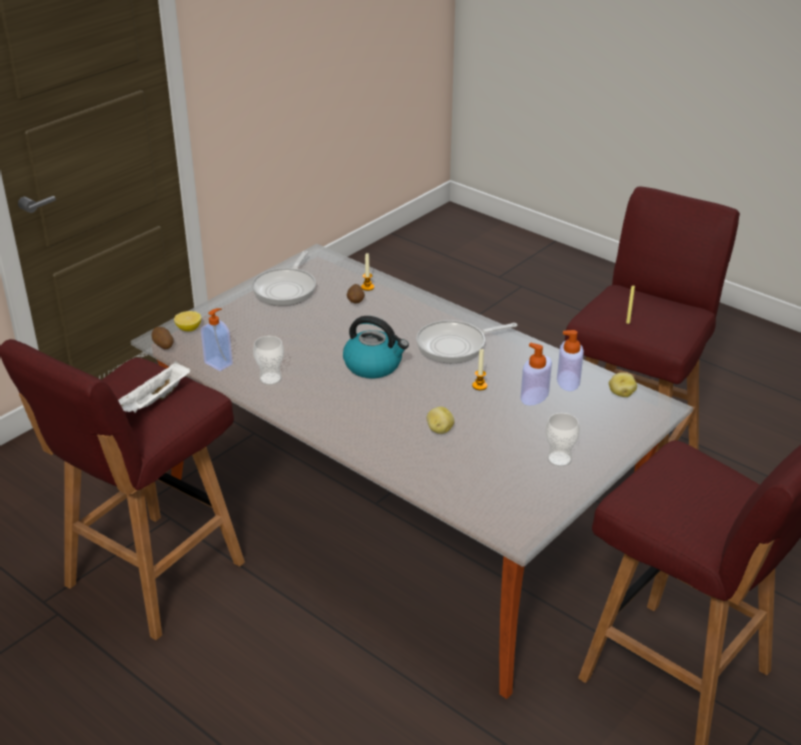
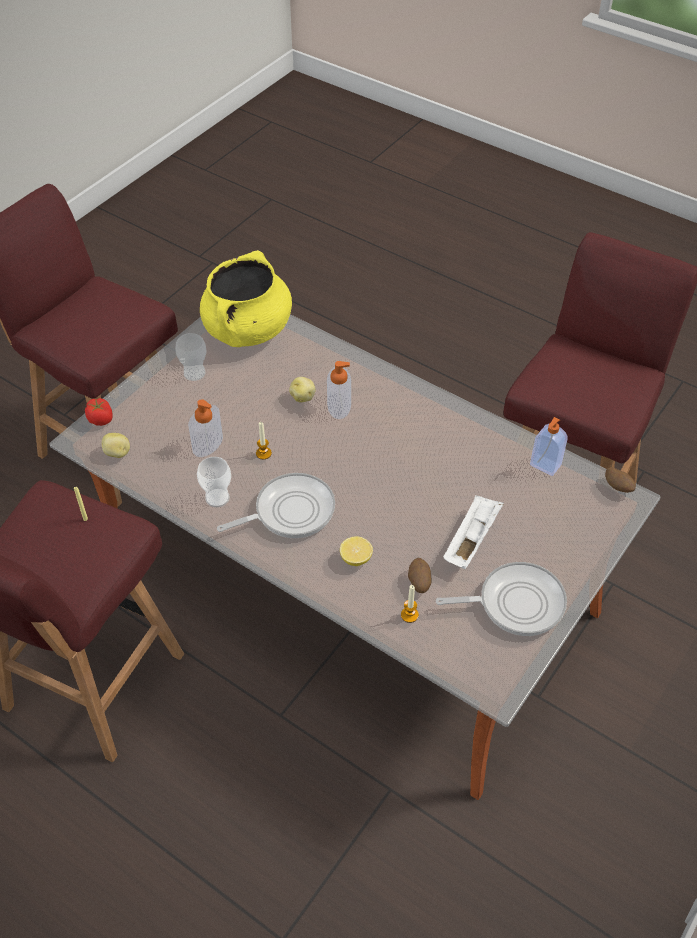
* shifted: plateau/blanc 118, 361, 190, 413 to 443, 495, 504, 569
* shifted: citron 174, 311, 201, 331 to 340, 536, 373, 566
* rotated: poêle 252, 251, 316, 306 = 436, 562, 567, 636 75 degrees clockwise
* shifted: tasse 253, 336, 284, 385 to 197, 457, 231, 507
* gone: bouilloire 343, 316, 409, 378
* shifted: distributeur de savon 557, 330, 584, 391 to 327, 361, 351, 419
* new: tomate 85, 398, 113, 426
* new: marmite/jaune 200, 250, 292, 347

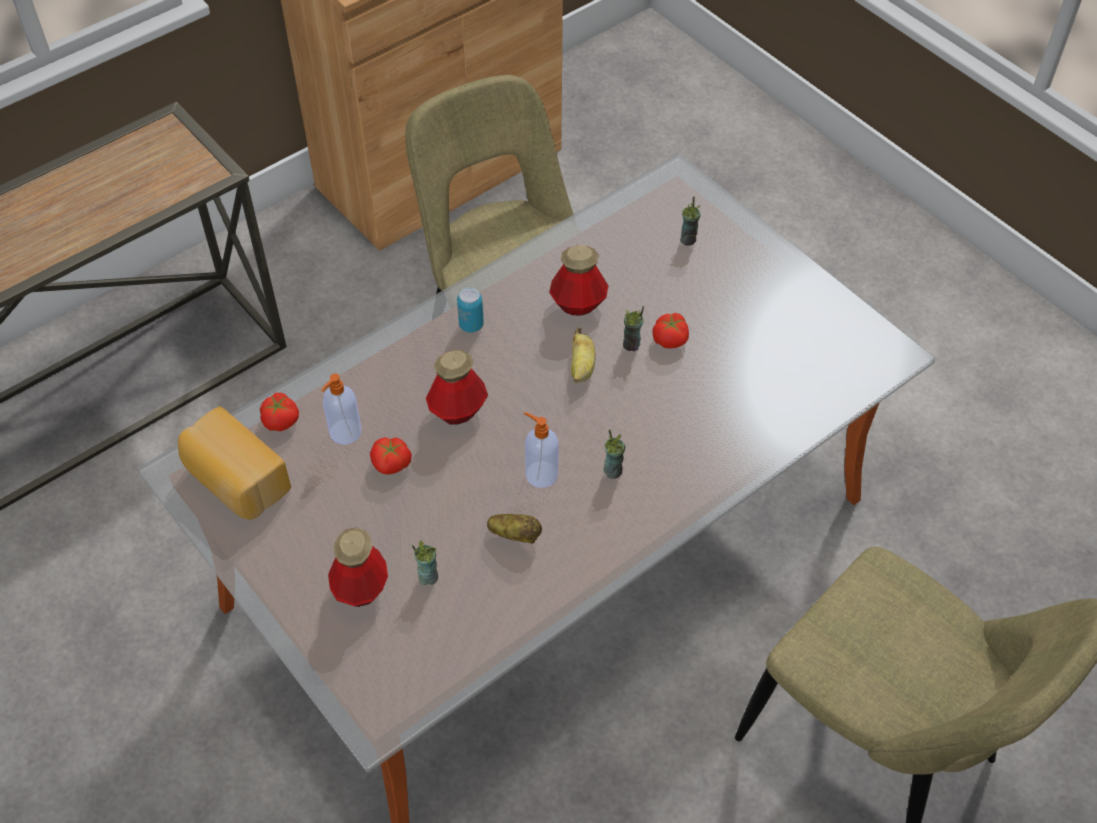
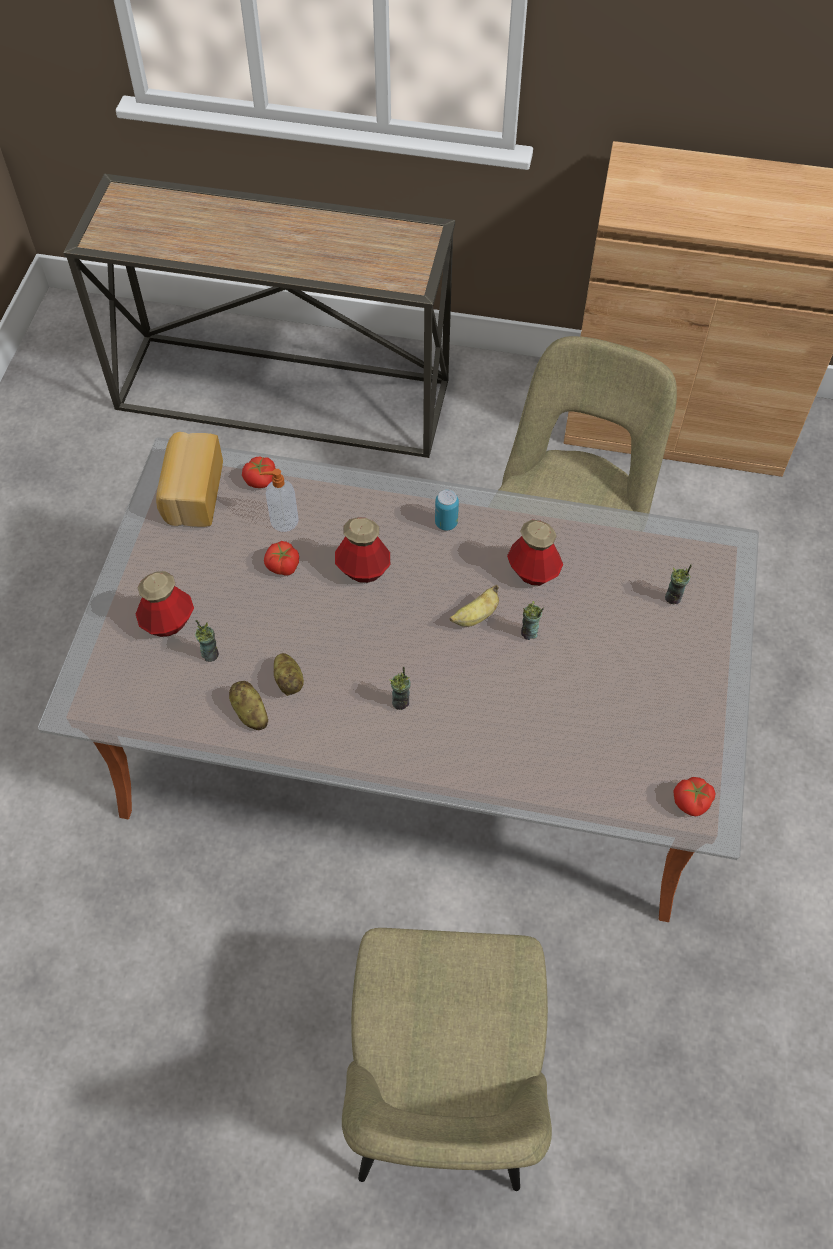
* gone: distributeur de savon 524, 412, 559, 488
* shifted: tomate 652, 313, 689, 349 to 673, 777, 715, 816
* new: pomme de terre 229, 681, 268, 730

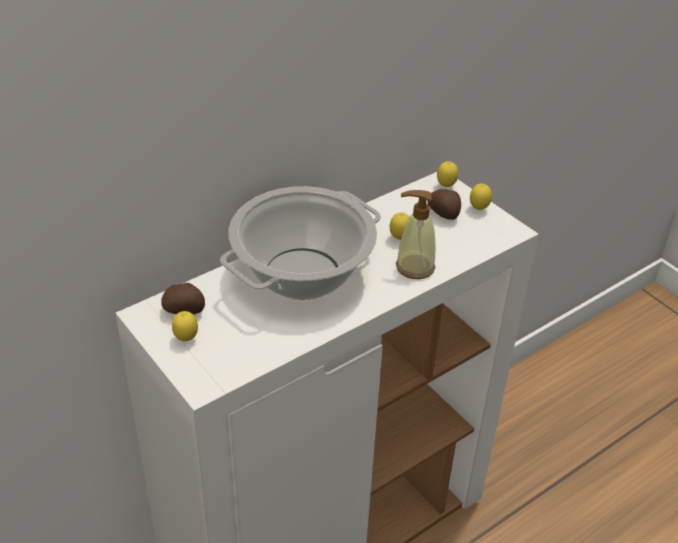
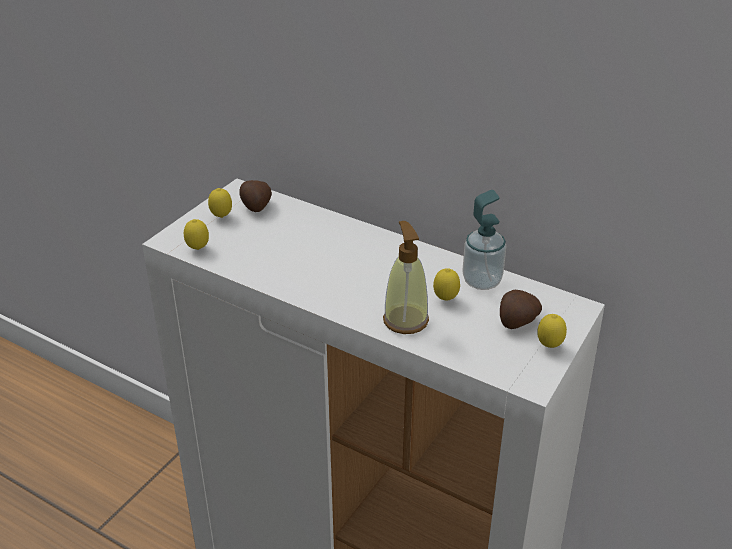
* gone: marmite 220, 186, 381, 300
* shifted: citron 437, 161, 458, 187 to 184, 219, 209, 250
* new: distributeur de savon 462, 190, 506, 290

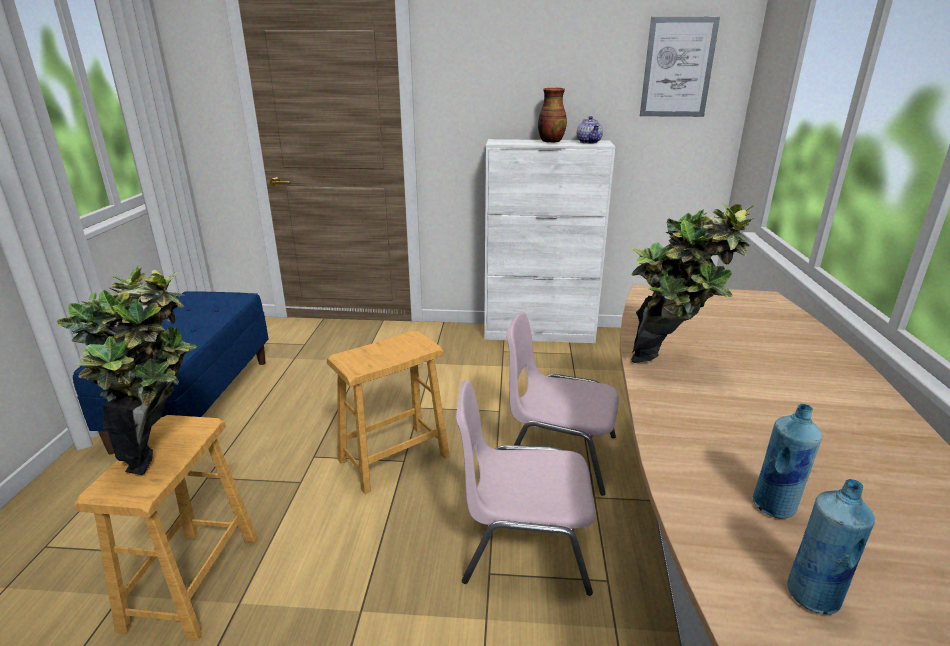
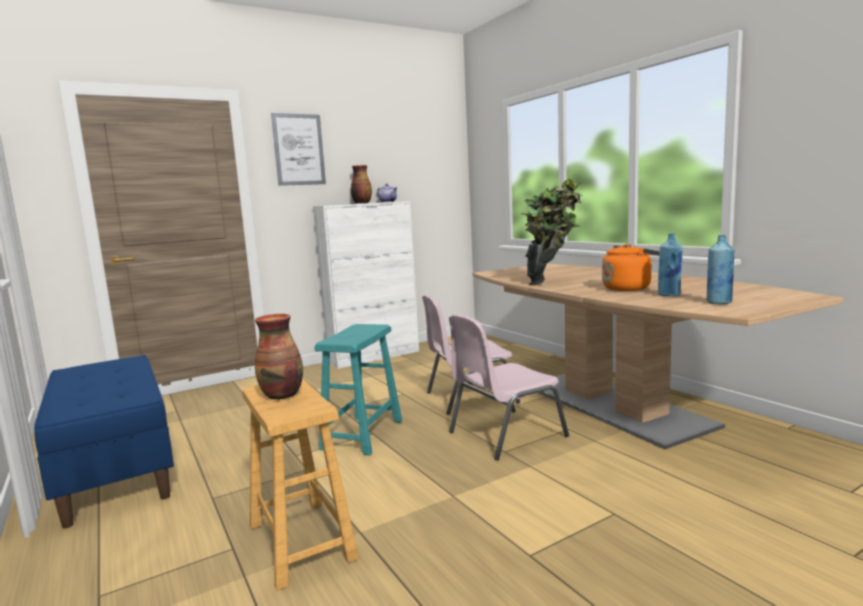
* swapped: plante en pot 56, 265, 197, 475 to vase 255, 314, 303, 400
* repainted: tabouret/marron 327, 331, 450, 494 to tabouret/turquoise 314, 324, 402, 456
* shifted: tableau 640, 17, 720, 117 to 271, 113, 326, 186
* new: bouilloire/orange 602, 244, 659, 291

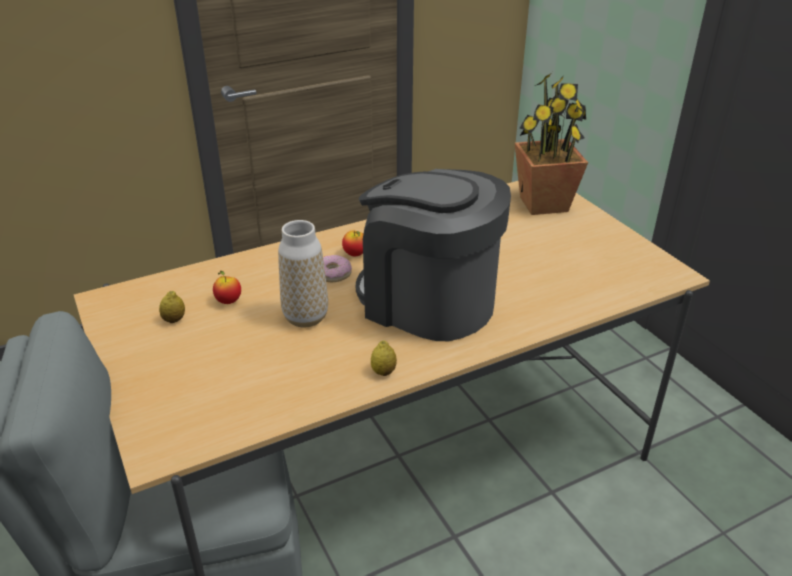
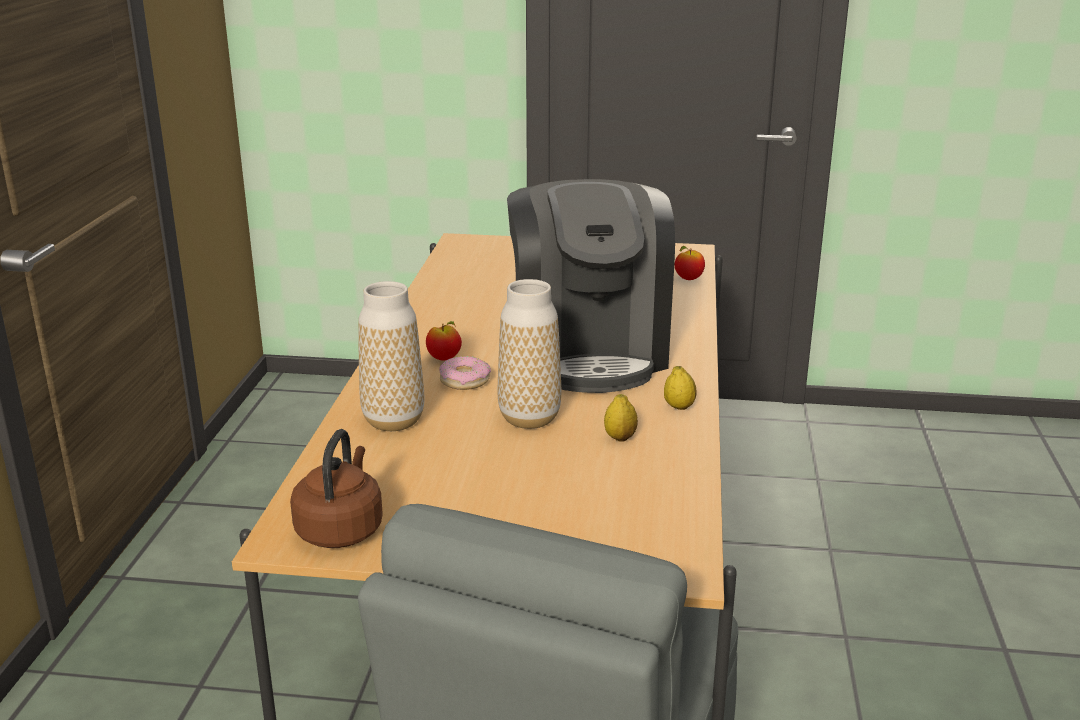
* shifted: citron 159, 291, 185, 323 to 604, 394, 638, 442
* shifted: pomme 213, 271, 241, 304 to 675, 246, 705, 280
* rotated: machine à café 356, 169, 511, 341 = 507, 179, 675, 393 75 degrees counterclockwise
* gone: plante en pot 515, 72, 588, 215
* new: bouilloire/marron 290, 429, 383, 548
* new: vase 358, 281, 424, 431

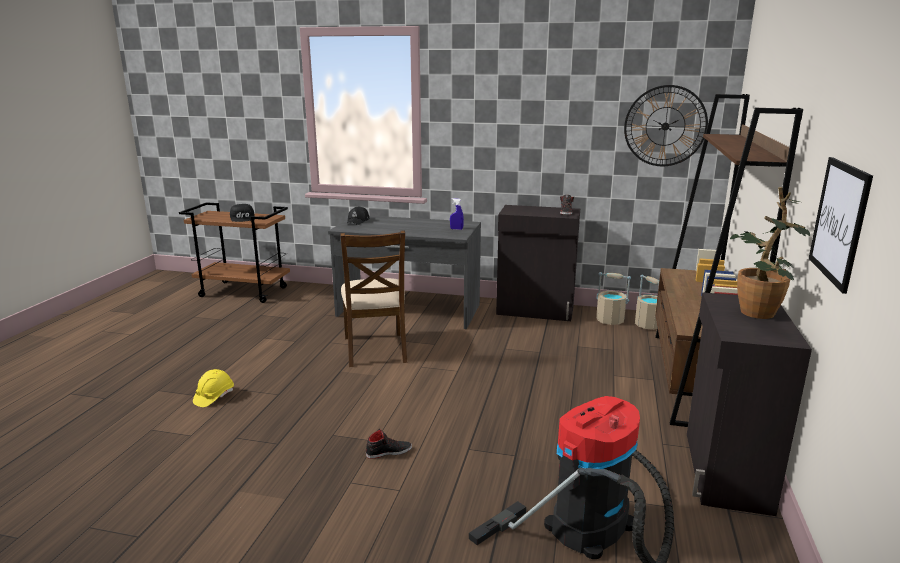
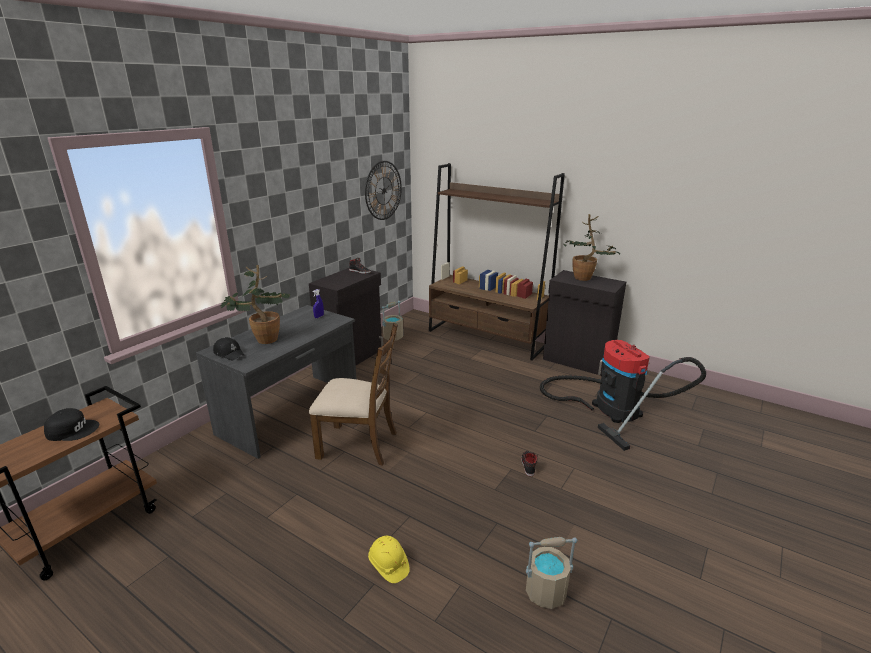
* shifted: seau/beige 635, 274, 659, 330 to 526, 537, 577, 609
* gone: tableau 809, 157, 873, 294
* new: plante en pot 221, 265, 290, 344

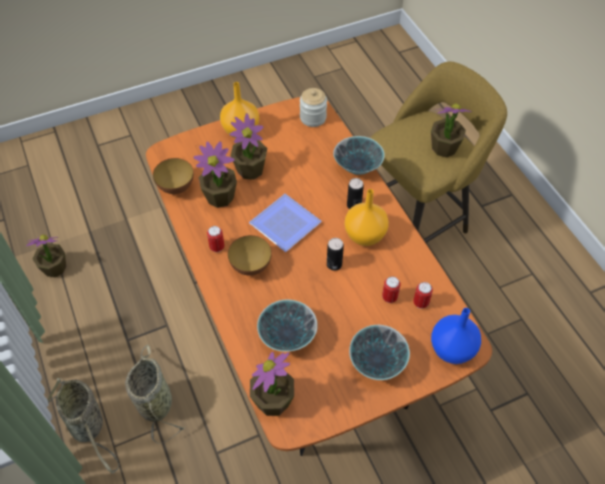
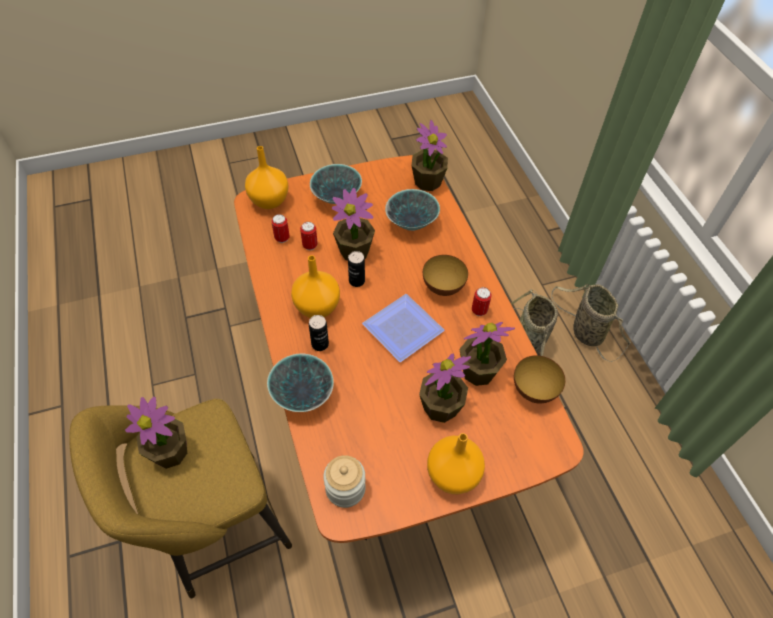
* shifted: plante en pot 26, 235, 66, 277 to 332, 188, 375, 261
* repainted: vase/bleu 431, 308, 481, 364 to vase/orange 245, 146, 289, 209

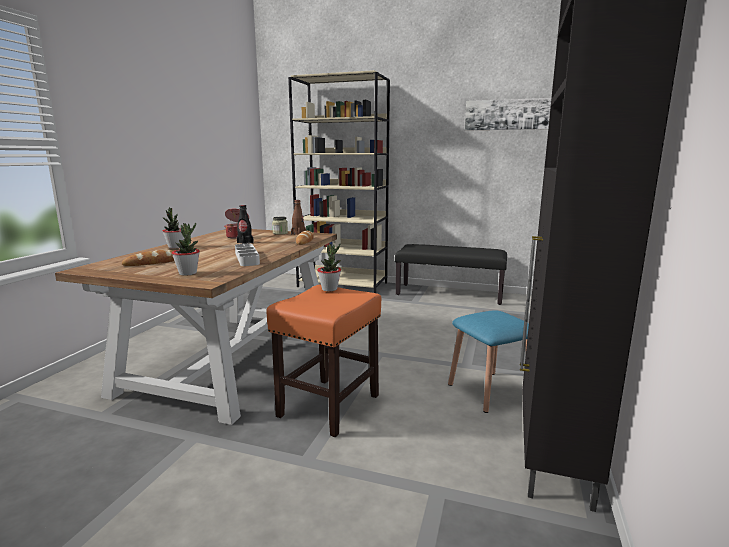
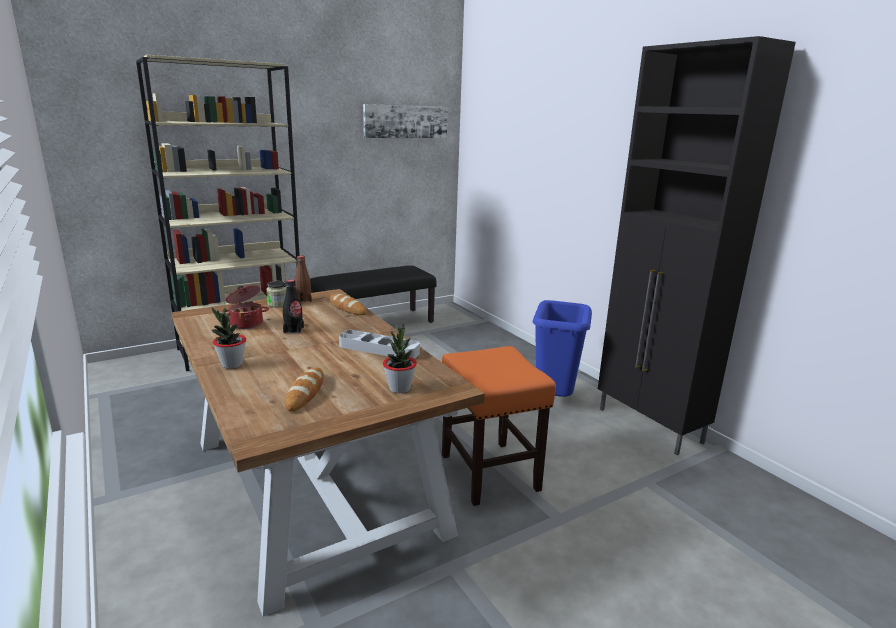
* gone: plante en pot 317, 244, 341, 291
* swapped: tabouret/bleu 448, 310, 529, 413 to poubelle/bleu 532, 300, 592, 397

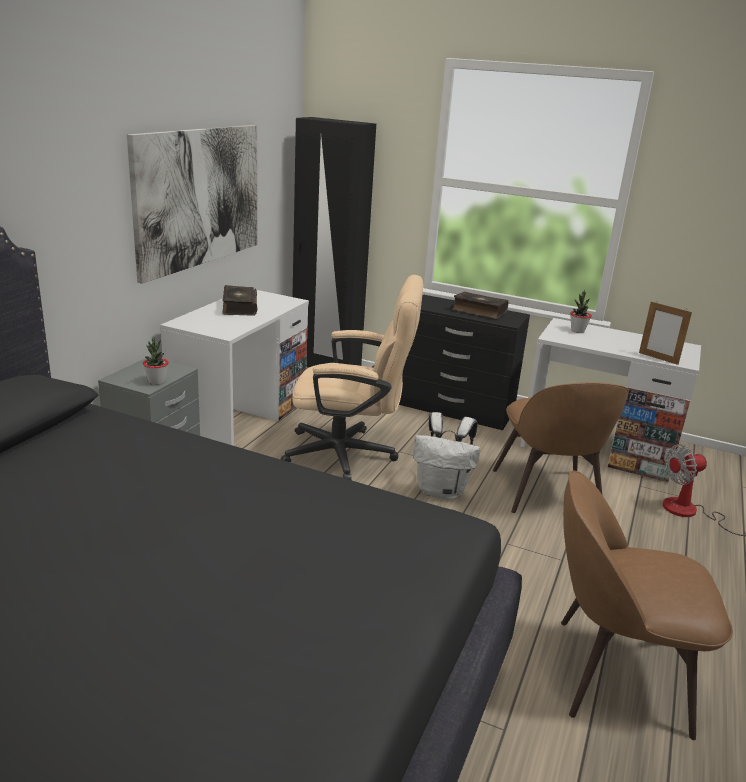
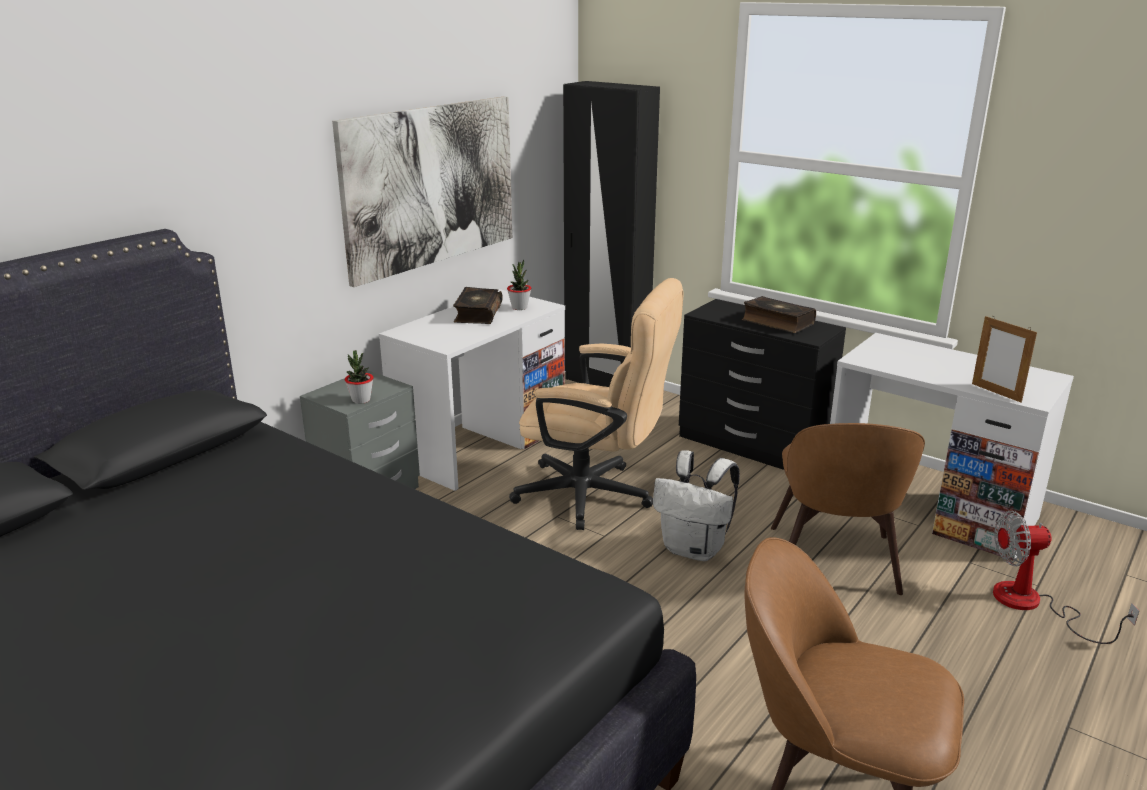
* shifted: plante en pot 570, 290, 592, 333 to 507, 259, 531, 310

